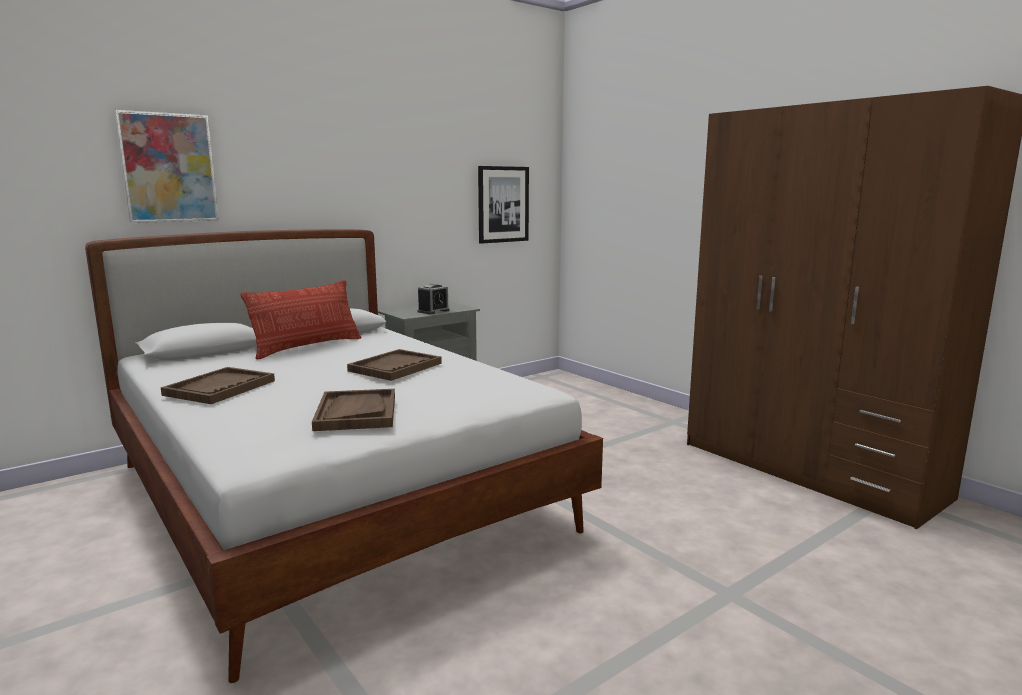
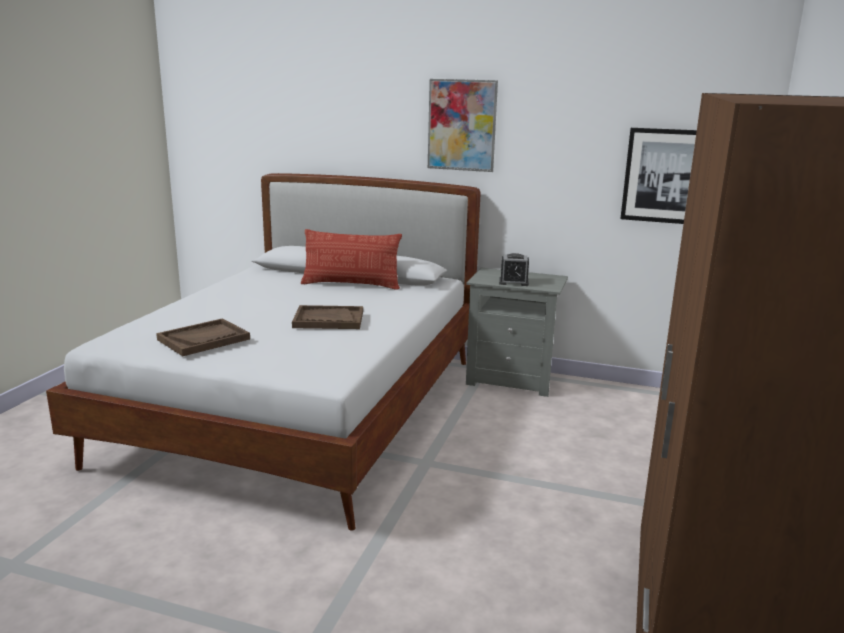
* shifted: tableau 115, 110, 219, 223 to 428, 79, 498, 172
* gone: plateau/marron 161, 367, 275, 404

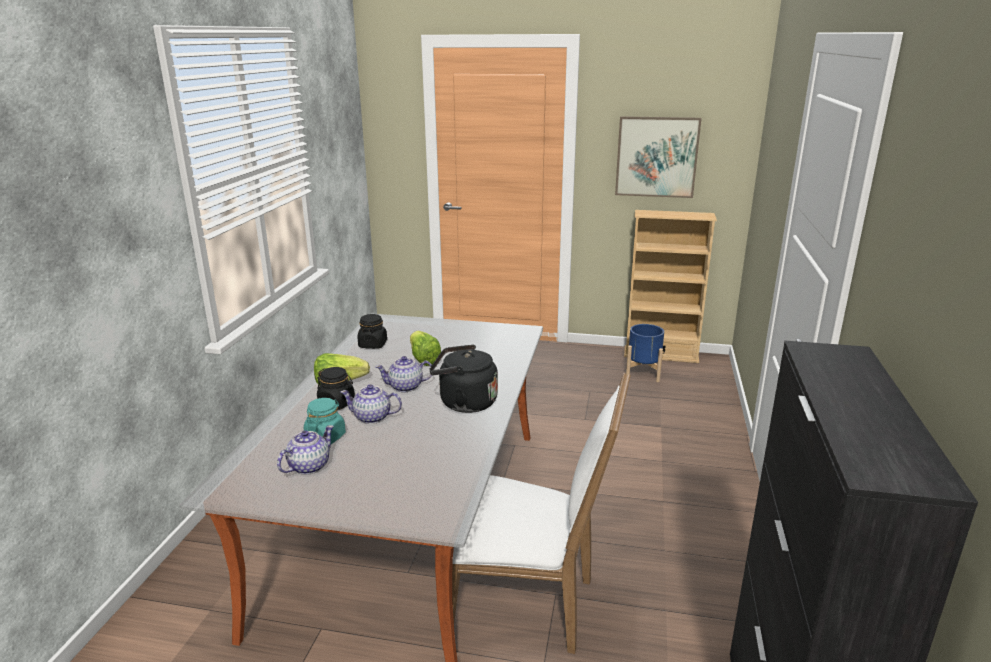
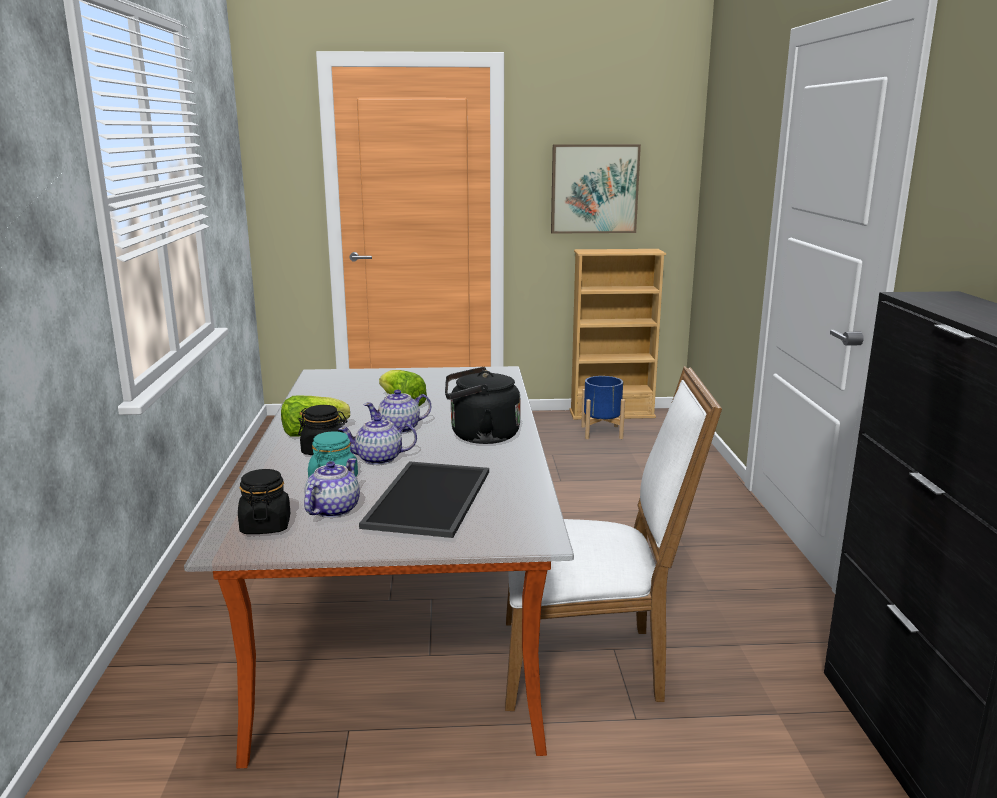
* shifted: bocal/noir 358, 314, 387, 349 to 238, 469, 290, 534
* new: plateau 359, 461, 489, 538

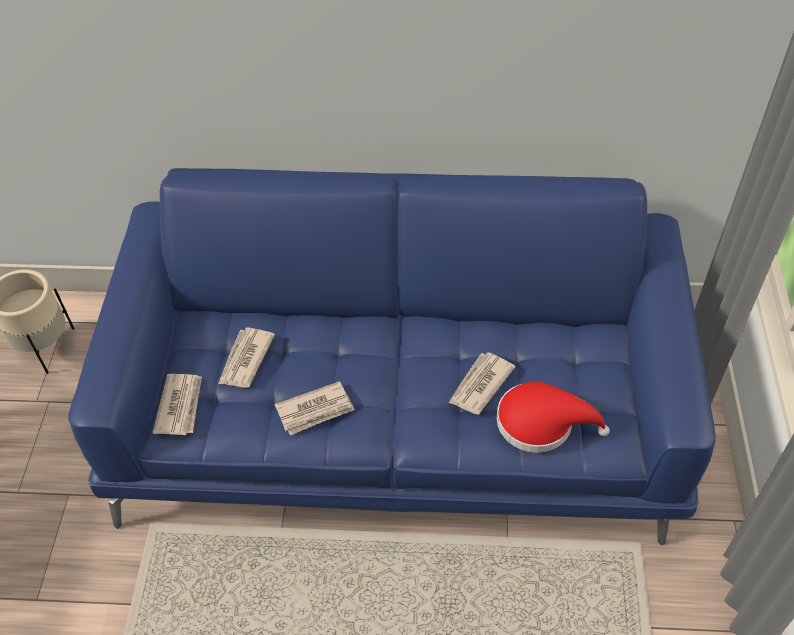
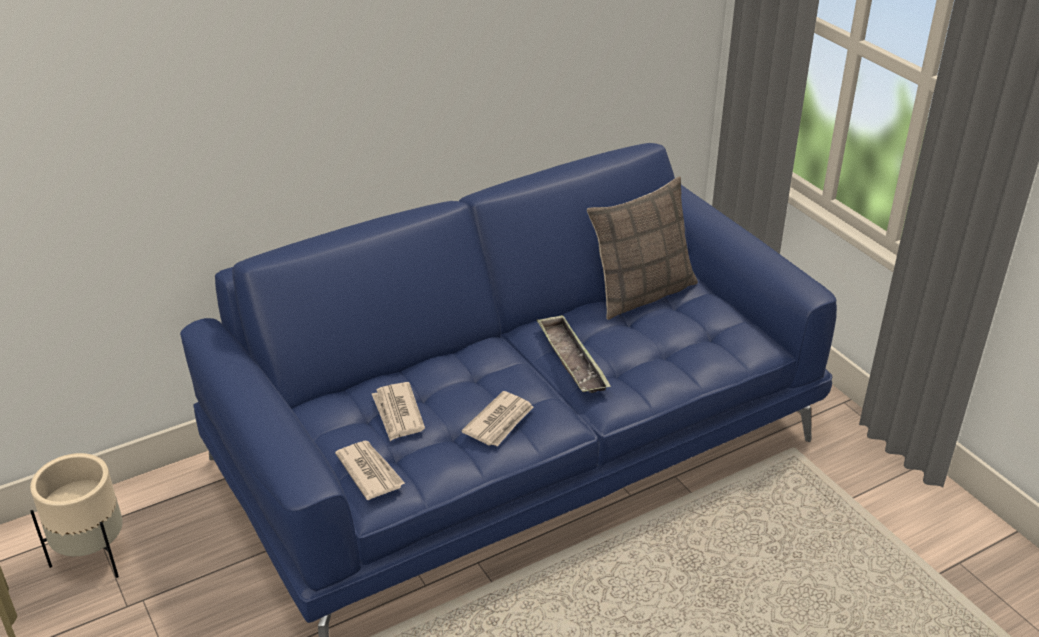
* gone: journal 449, 352, 515, 414
* gone: chapeau/rouge 497, 382, 610, 453
* new: plateau 537, 315, 611, 393
* new: coussin 587, 177, 698, 320

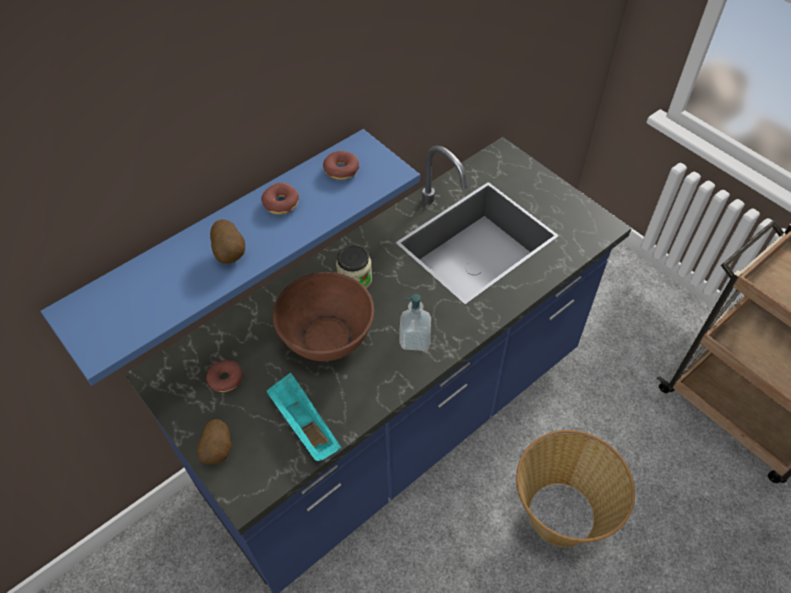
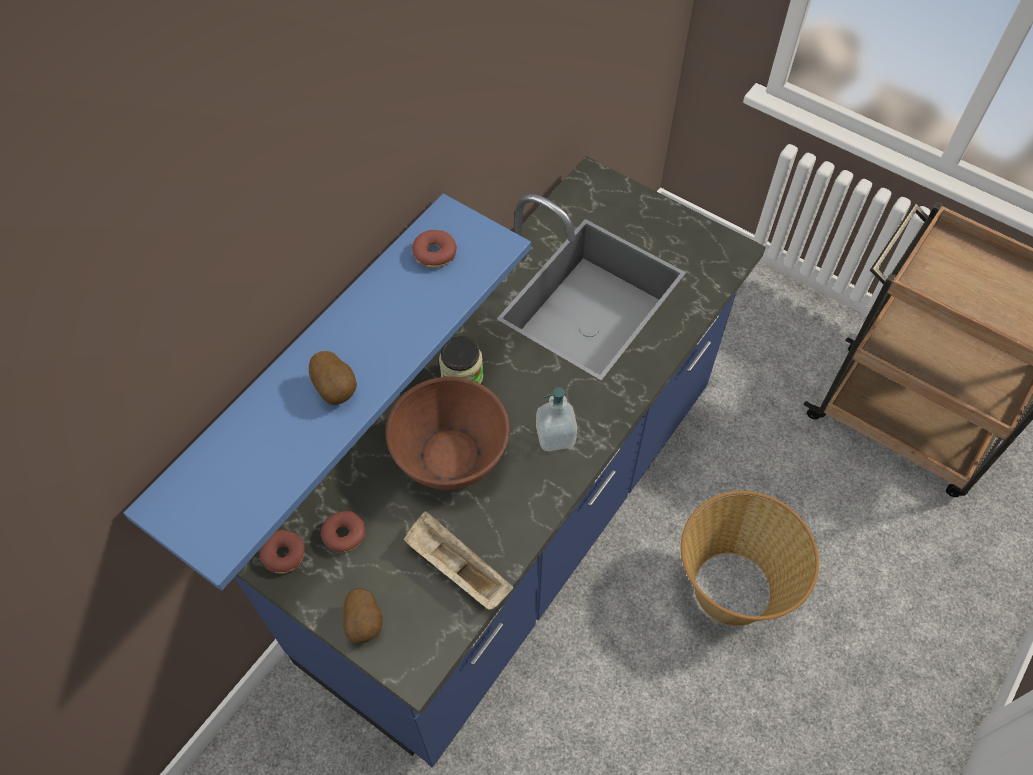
* shifted: beignet 261, 183, 299, 215 to 260, 530, 305, 573
* repainted: plateau/turquoise 267, 373, 341, 461 to plateau/beige 404, 511, 513, 610

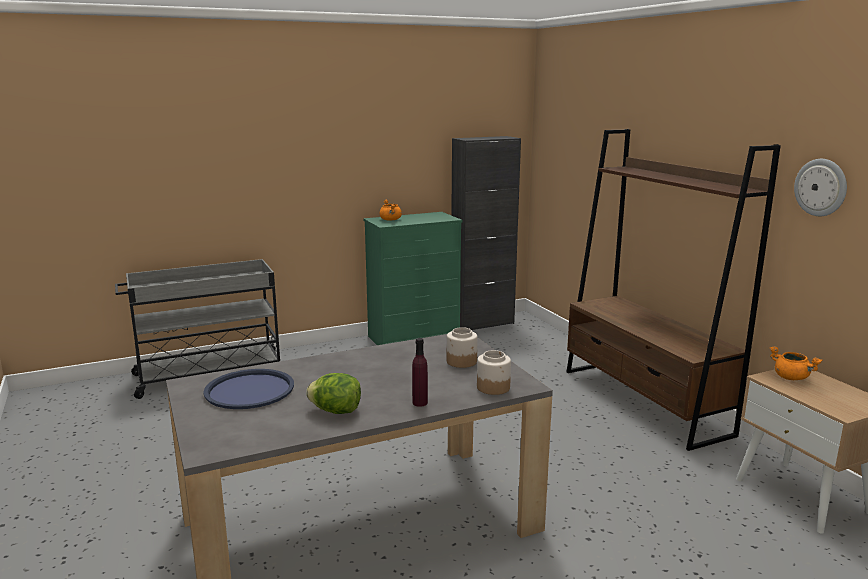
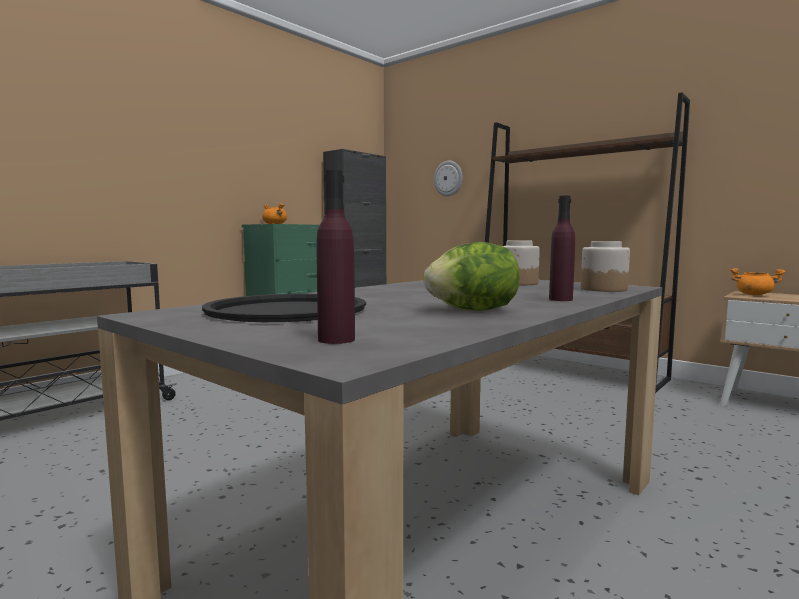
* repainted: plateau/bleu 203, 369, 294, 409 to plateau/noir 202, 294, 366, 322
* shifted: horloge murale 794, 159, 847, 216 to 434, 161, 463, 196
* new: bouteille/violet 316, 170, 355, 344

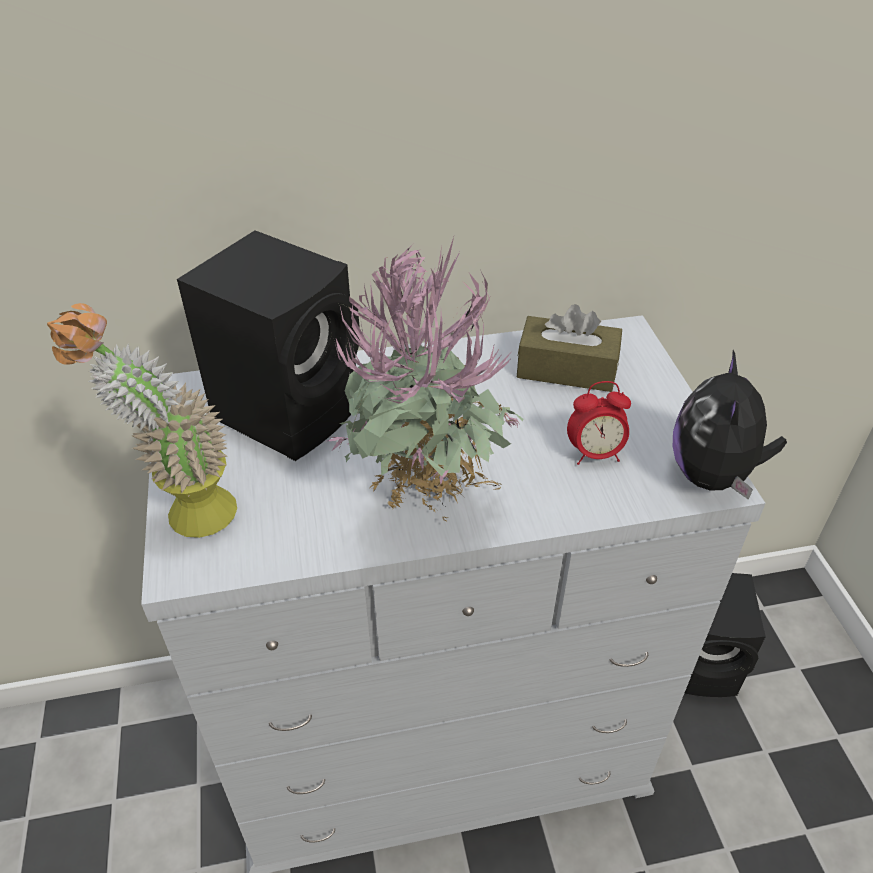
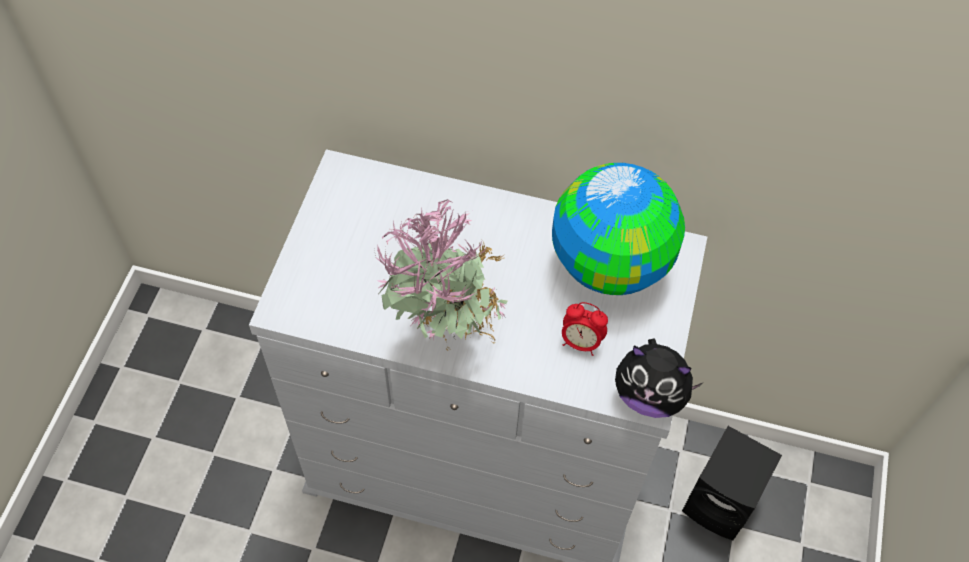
* gone: plante en pot 47, 303, 237, 538
* gone: enceinte/noir 177, 230, 360, 461
* swapped: boîte à mouchoirs/marron 517, 304, 622, 392 to globe 552, 163, 685, 295
* rotated: peluche 673, 350, 787, 500 = 615, 338, 704, 418 105 degrees counterclockwise

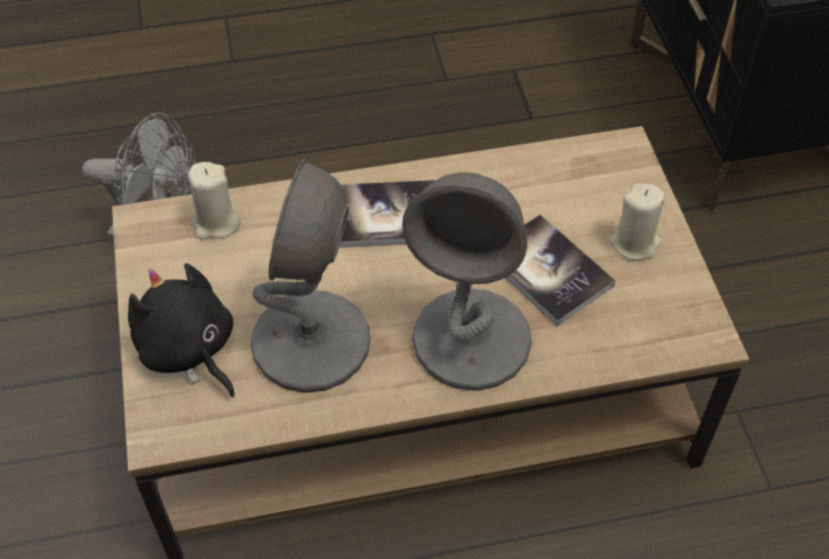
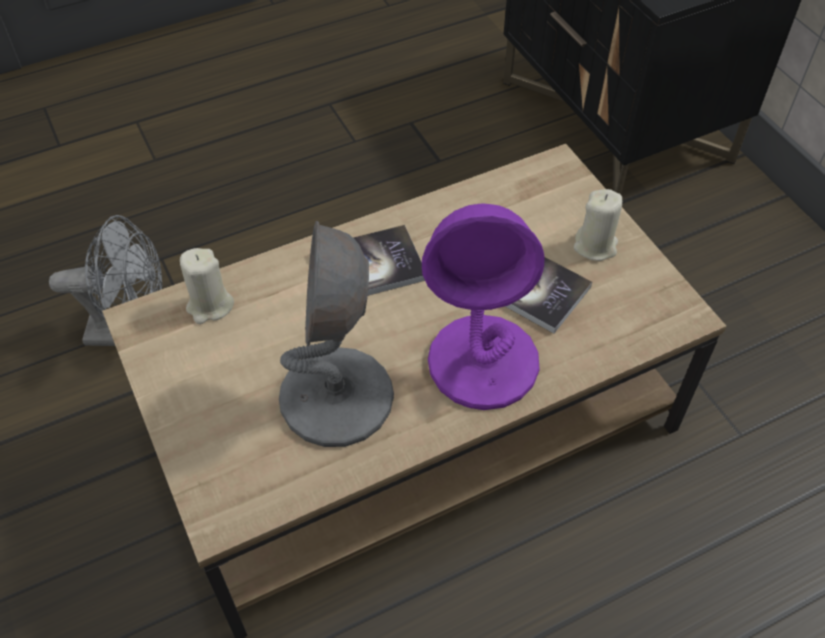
* gone: peluche/noir 128, 263, 235, 397
* repainted: lampe de table/gris 402, 172, 532, 391 to lampe de table/violet 422, 203, 545, 410

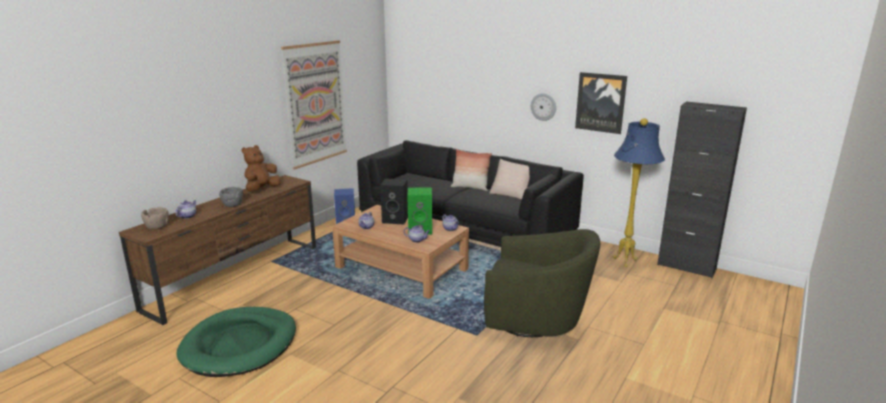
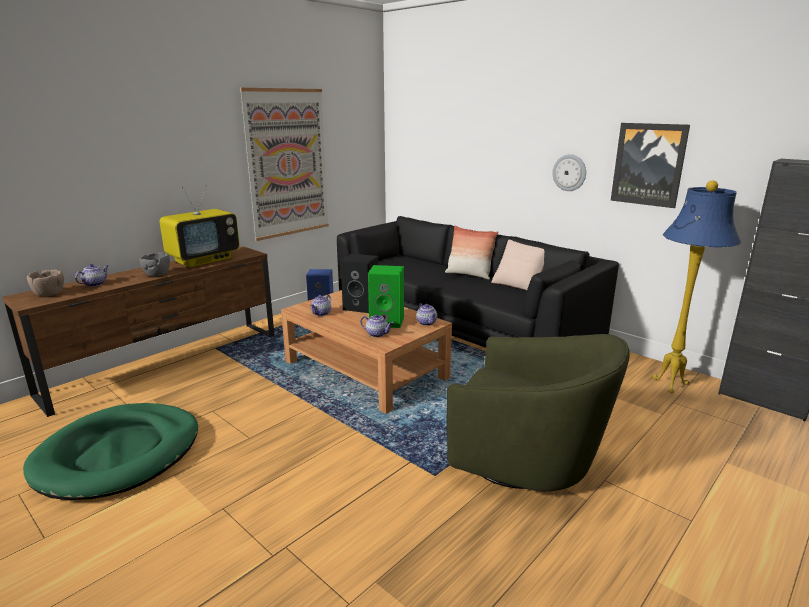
* swapped: peluche/marron 242, 145, 281, 192 to téléviseur 159, 185, 240, 267

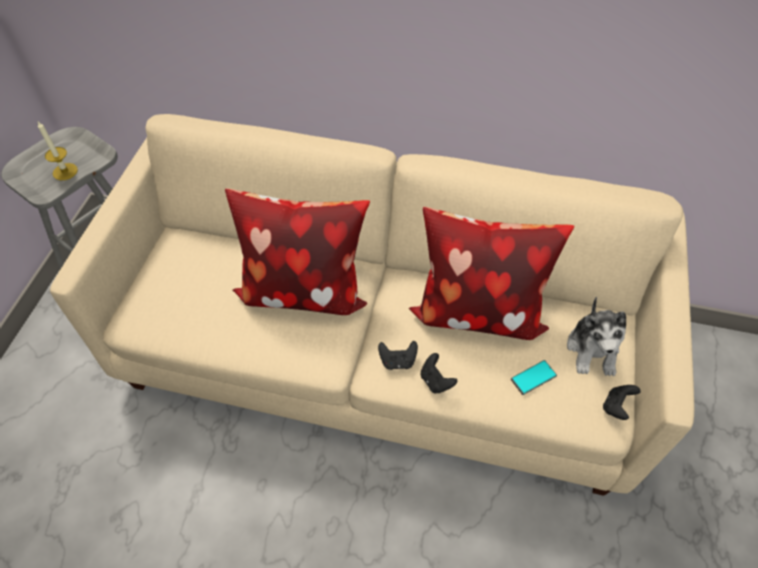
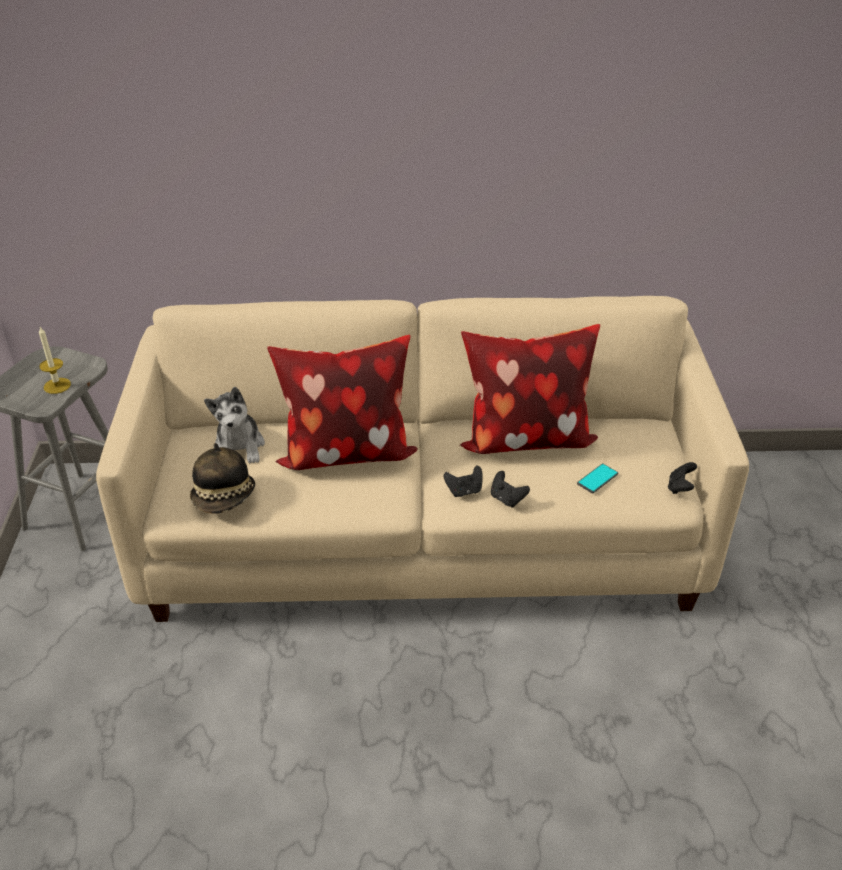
* shifted: peluche 567, 297, 626, 376 to 204, 387, 265, 463
* new: chapeau 190, 443, 255, 514

